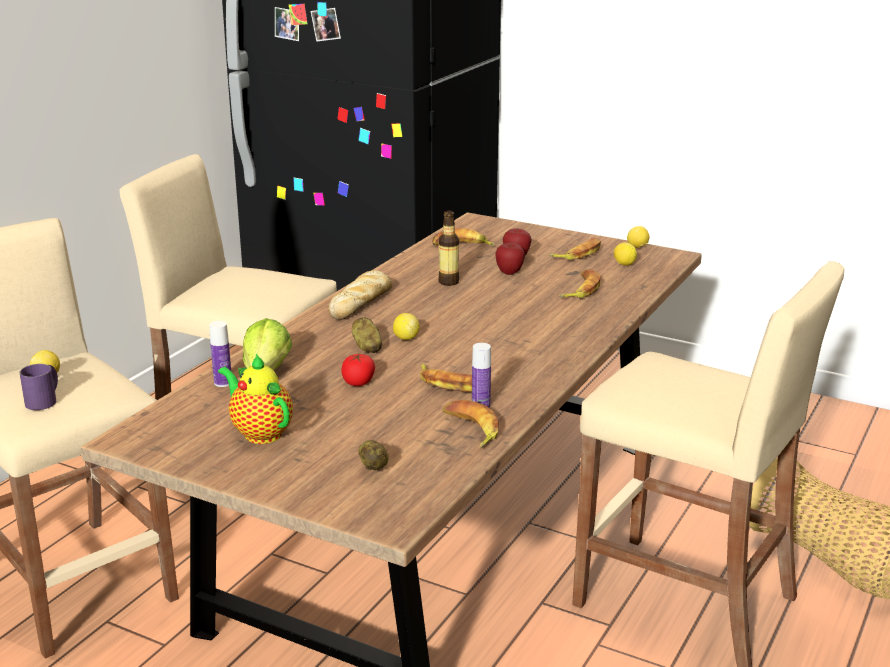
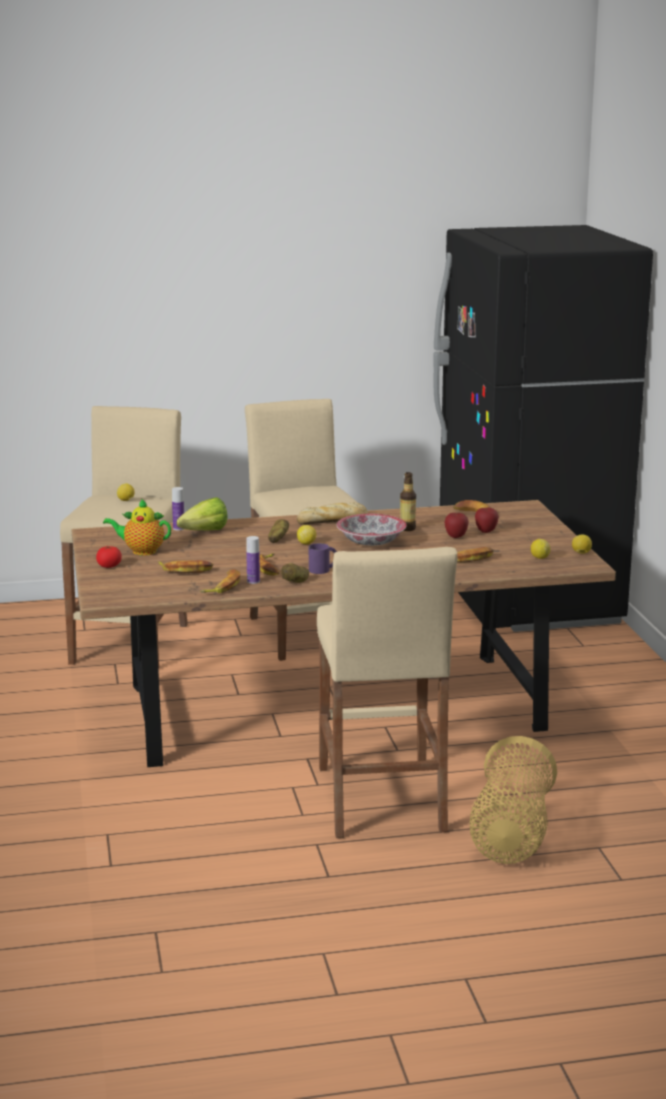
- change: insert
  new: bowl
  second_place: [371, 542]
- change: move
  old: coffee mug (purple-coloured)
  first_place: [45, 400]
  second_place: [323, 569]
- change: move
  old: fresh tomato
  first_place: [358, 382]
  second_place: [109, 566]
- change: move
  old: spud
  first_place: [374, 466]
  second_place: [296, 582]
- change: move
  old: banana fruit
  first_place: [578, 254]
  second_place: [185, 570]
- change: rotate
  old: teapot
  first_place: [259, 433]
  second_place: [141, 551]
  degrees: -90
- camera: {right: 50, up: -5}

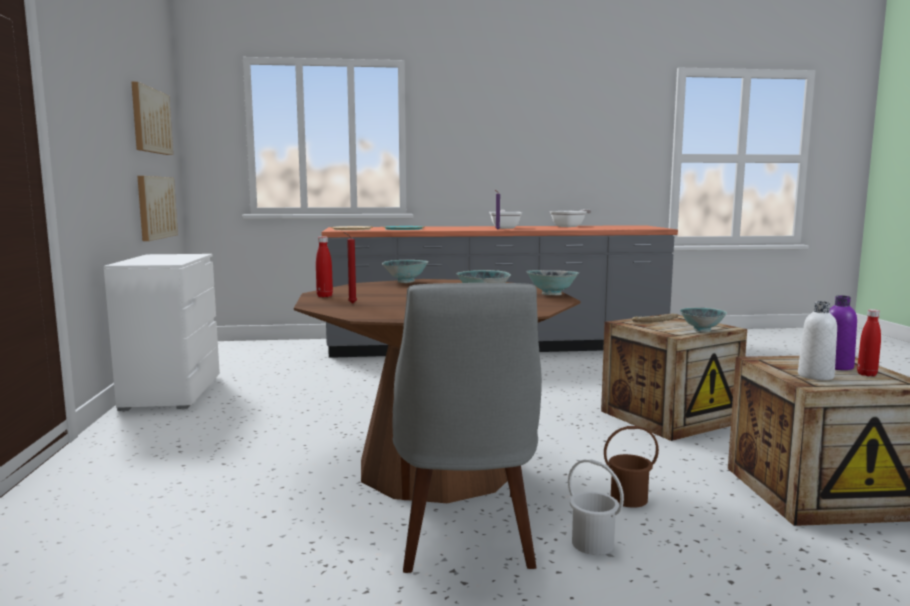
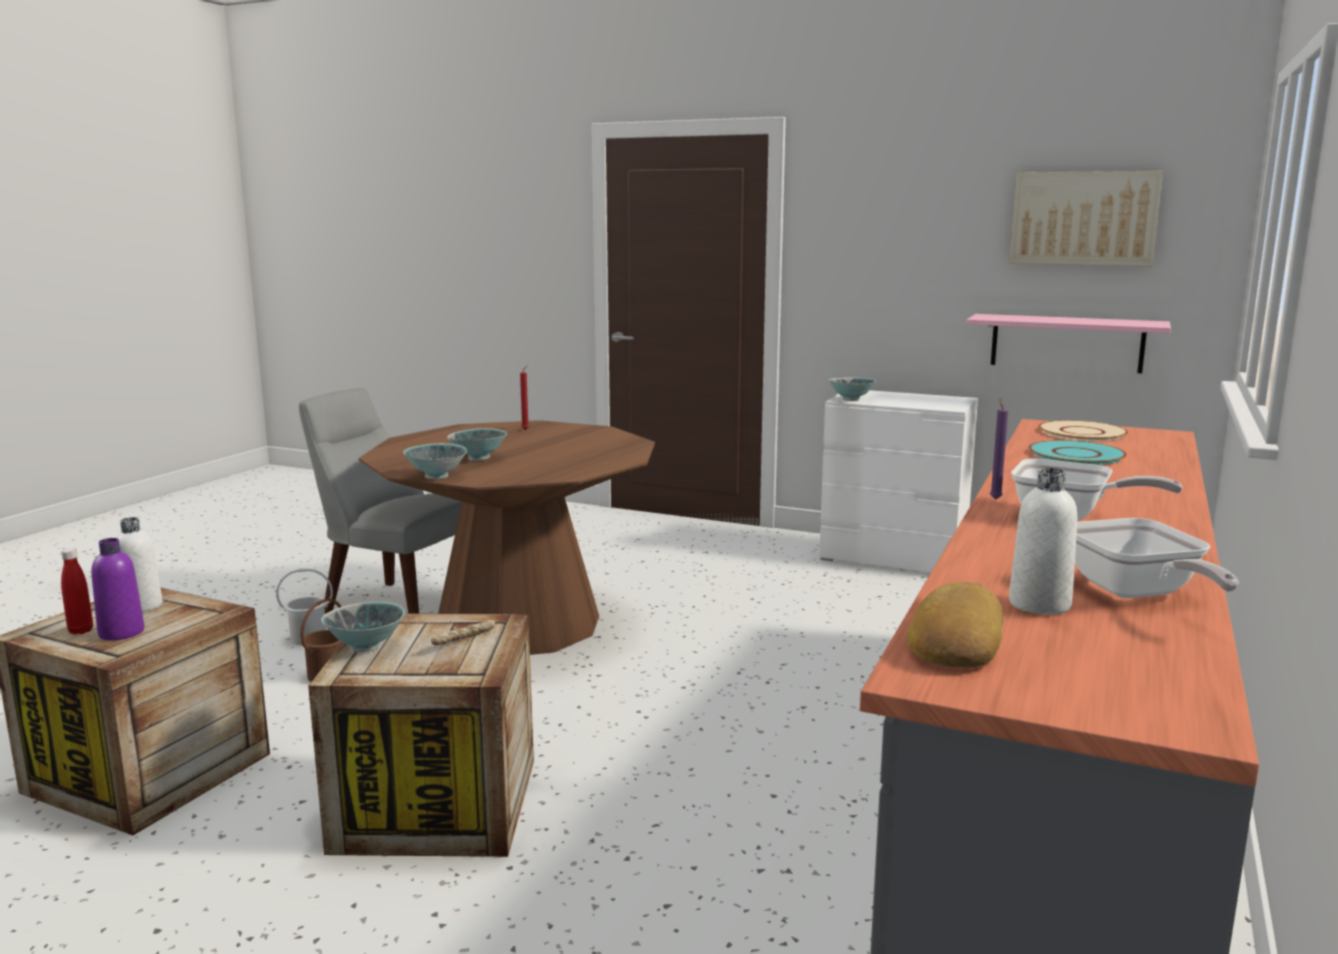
- change: delete
  old: drink bottle (red-coloured)
  first_place: [324, 296]
- change: insert
  new: bread
  second_place: [954, 639]
- change: insert
  new: drink bottle (white-coloured)
  second_place: [1039, 604]
- change: move
  old: bowl
  first_place: [405, 282]
  second_place: [851, 400]
- change: replace
  old: wall picture
  new: bracket shelf (pink)
  first_place: [156, 207]
  second_place: [1066, 343]
- camera: {right: 120, up: 5}

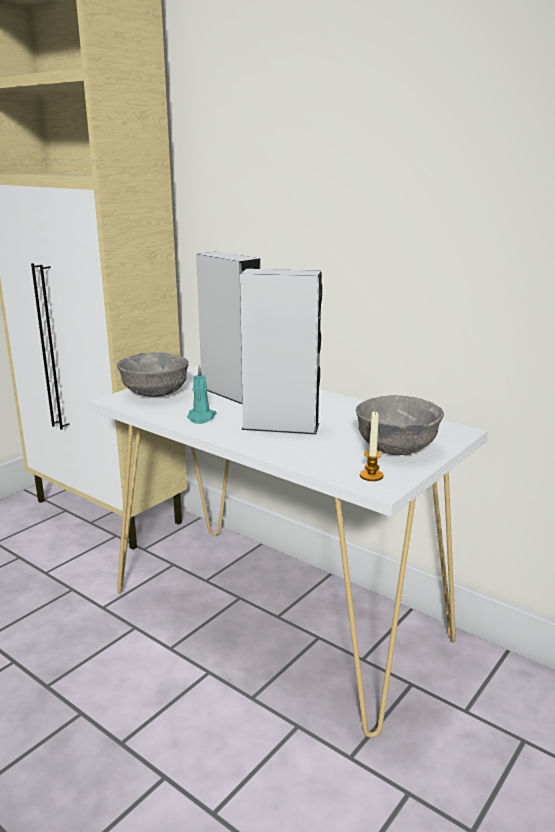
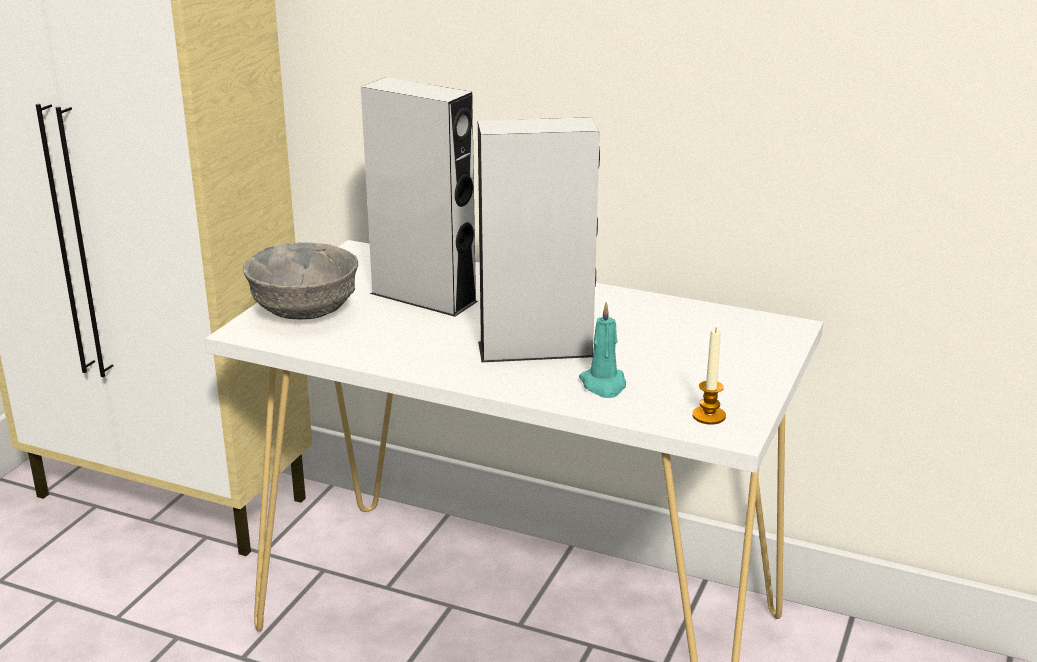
- change: delete
  old: bowl (grey)
  first_place: [397, 448]
- change: move
  old: wax light (turquoise-coloured)
  first_place: [201, 418]
  second_place: [603, 385]
- camera: {right: -15, up: 5}

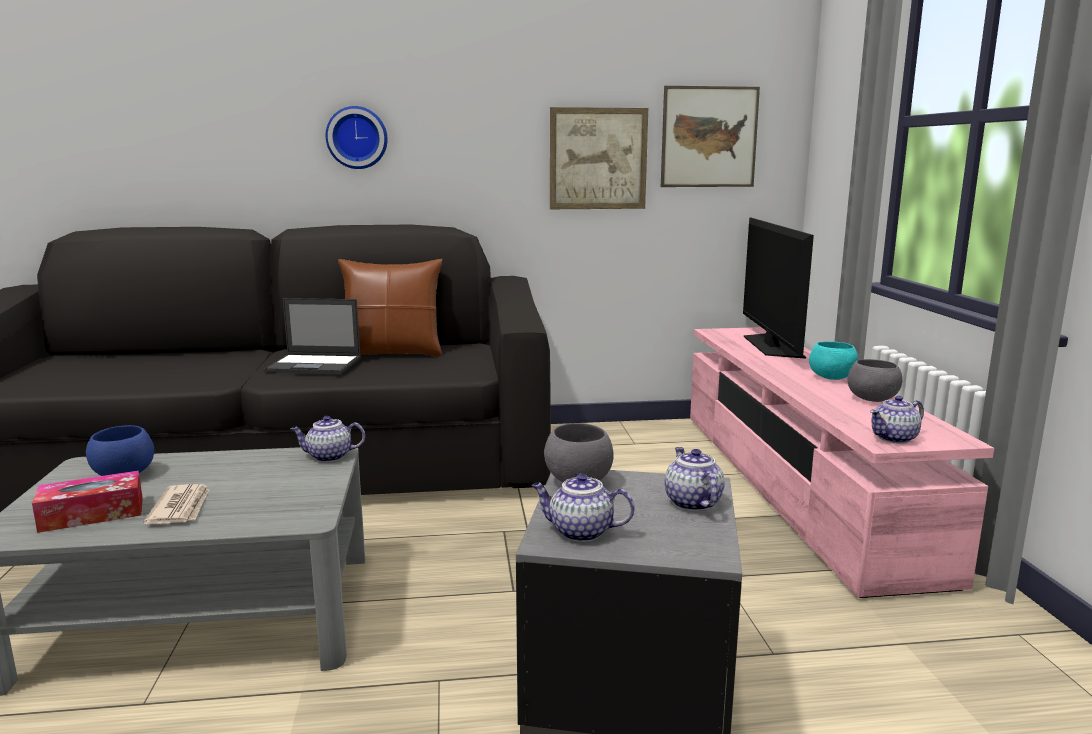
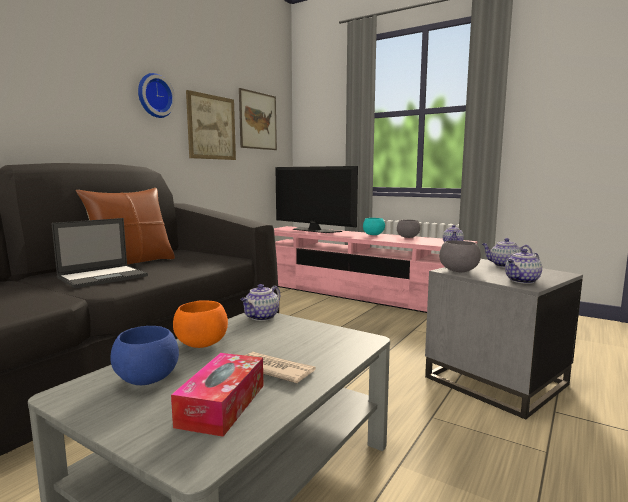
- change: insert
  new: bowl (orange-coloured)
  second_place: [202, 344]
- change: move
  old: hanging clock
  first_place: [357, 138]
  second_place: [154, 96]
- camera: {right: -50, up: -5}

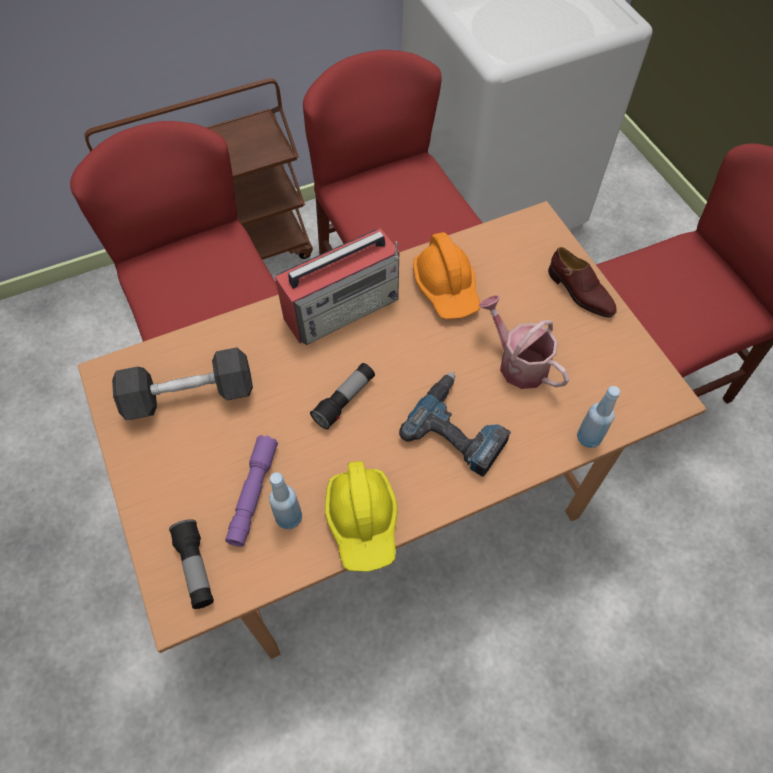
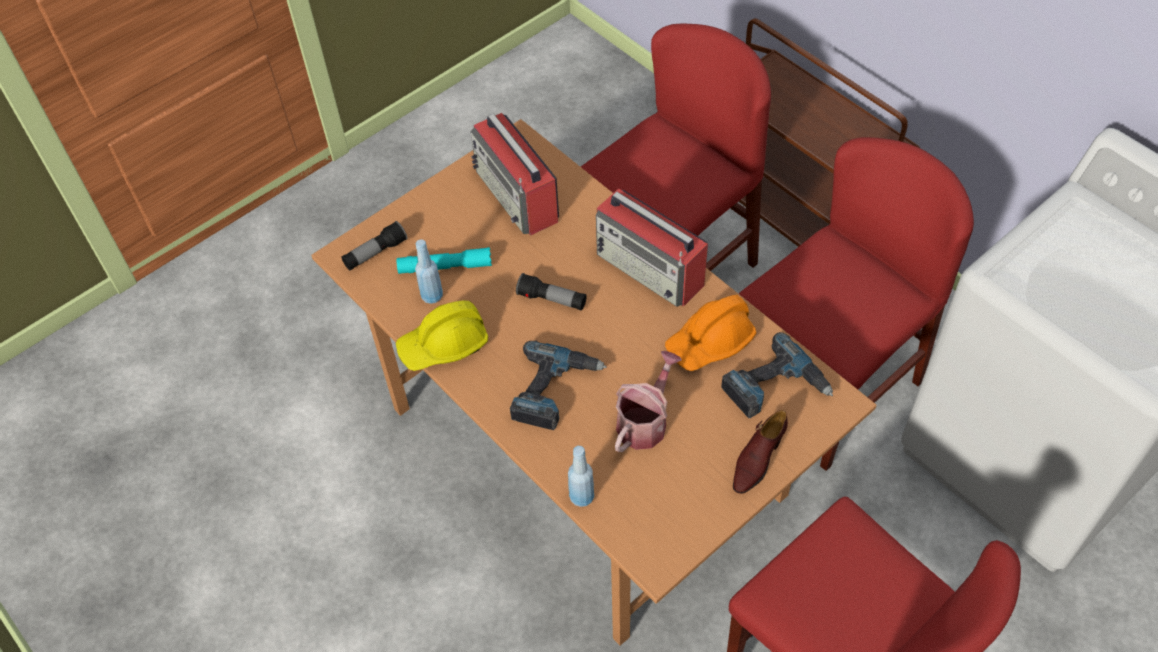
- change: insert
  new: power drill
  second_place: [775, 387]
- change: replace
  old: dumbbell (grey)
  new: radio set
  first_place: [189, 395]
  second_place: [518, 196]
- change: recolor
  old: hand torch (purple-coloured)
  new: hand torch (turquoise-coloured)
  first_place: [253, 494]
  second_place: [445, 267]
- camera: {right: 75, up: -5}

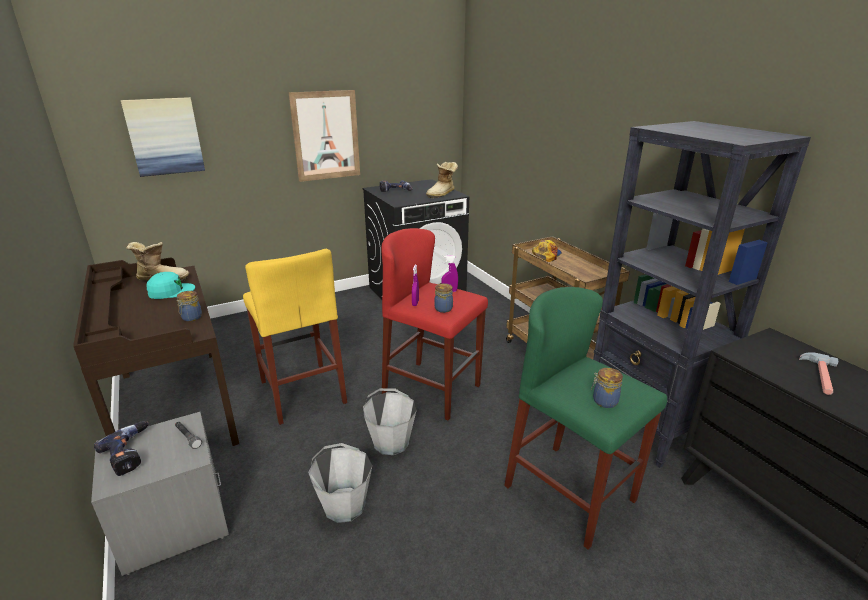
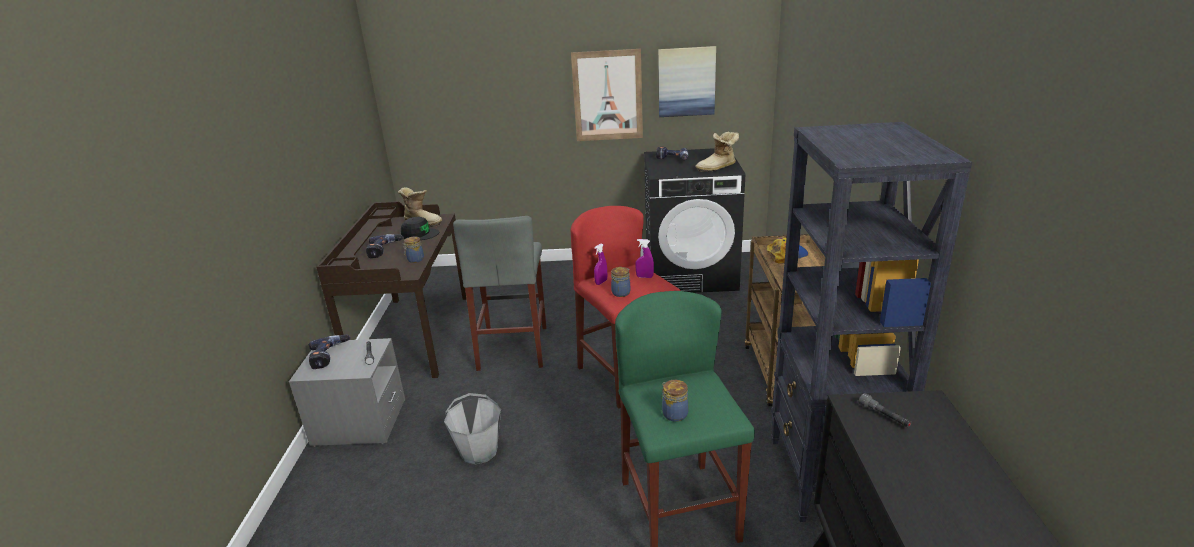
- change: delete
  old: water bucket (grey)
  first_place: [391, 442]
- change: delete
  old: hand hammer
  first_place: [819, 375]
- change: insert
  new: power drill
  second_place: [384, 250]
- change: insert
  new: hand torch (grey)
  second_place: [884, 416]
- change: move
  old: wall picture
  first_place: [164, 136]
  second_place: [686, 82]
- change: recolor
  old: peaked cap (turquoise-coloured)
  new: peaked cap (black-coloured)
  first_place: [171, 291]
  second_place: [420, 234]
- change: recolor
  old: stool (yellow)
  new: stool (grey)
  first_place: [302, 391]
  second_place: [513, 347]
- camera: {right: 30, up: 0}

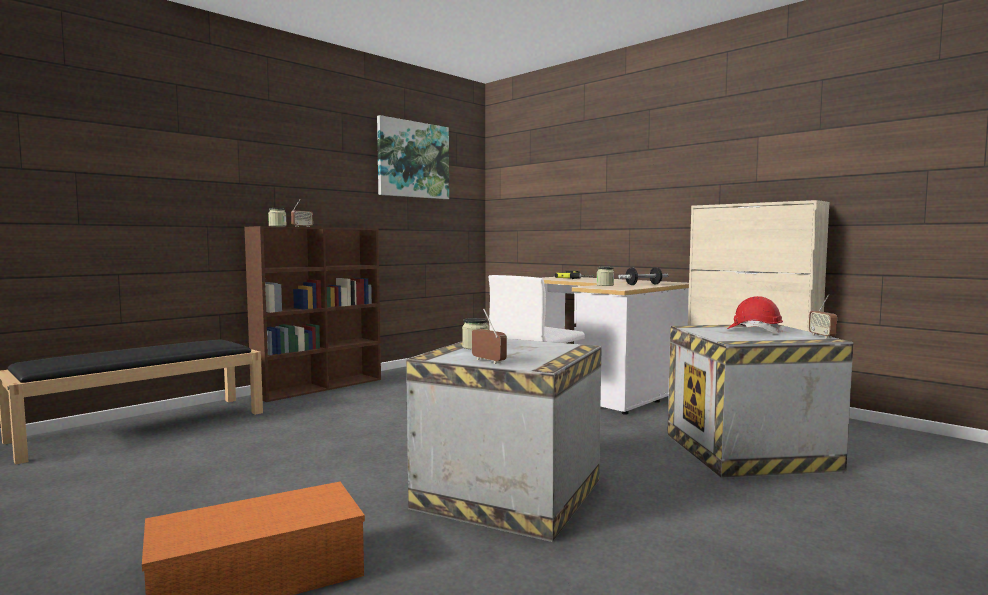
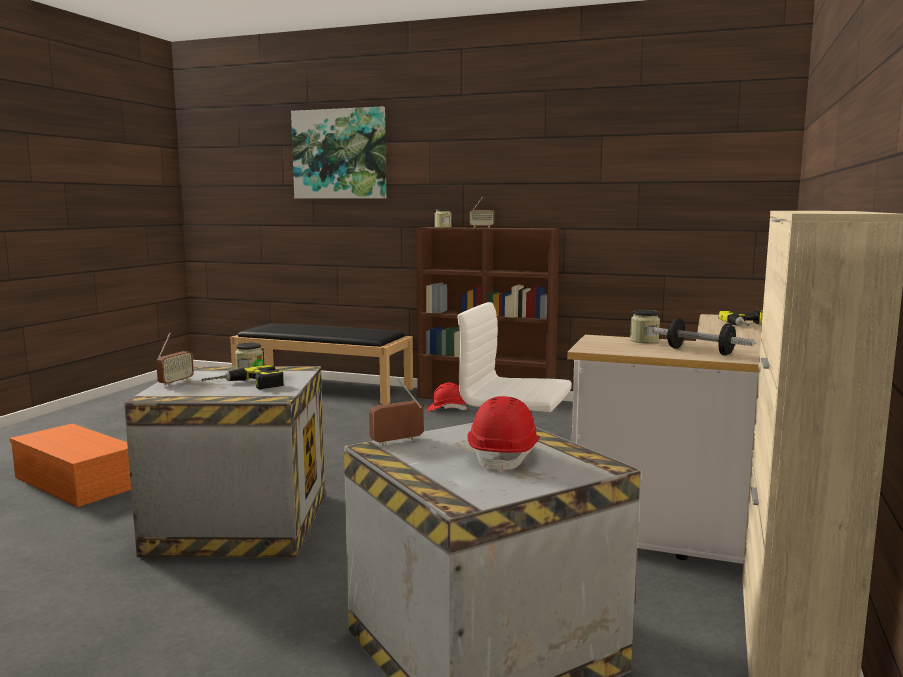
- change: insert
  new: power drill
  second_place: [246, 385]
- change: insert
  new: work helmet (red-coloured)
  second_place: [446, 409]
- change: move
  old: wall picture
  first_place: [413, 160]
  second_place: [339, 154]
- change: move
  old: radio set
  first_place: [822, 336]
  second_place: [397, 441]
- camera: {right: 65, up: 5}

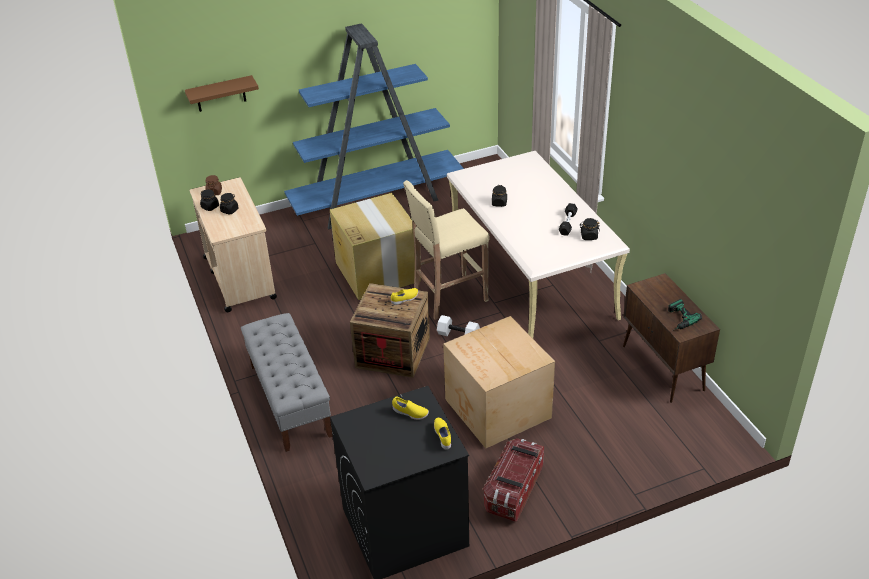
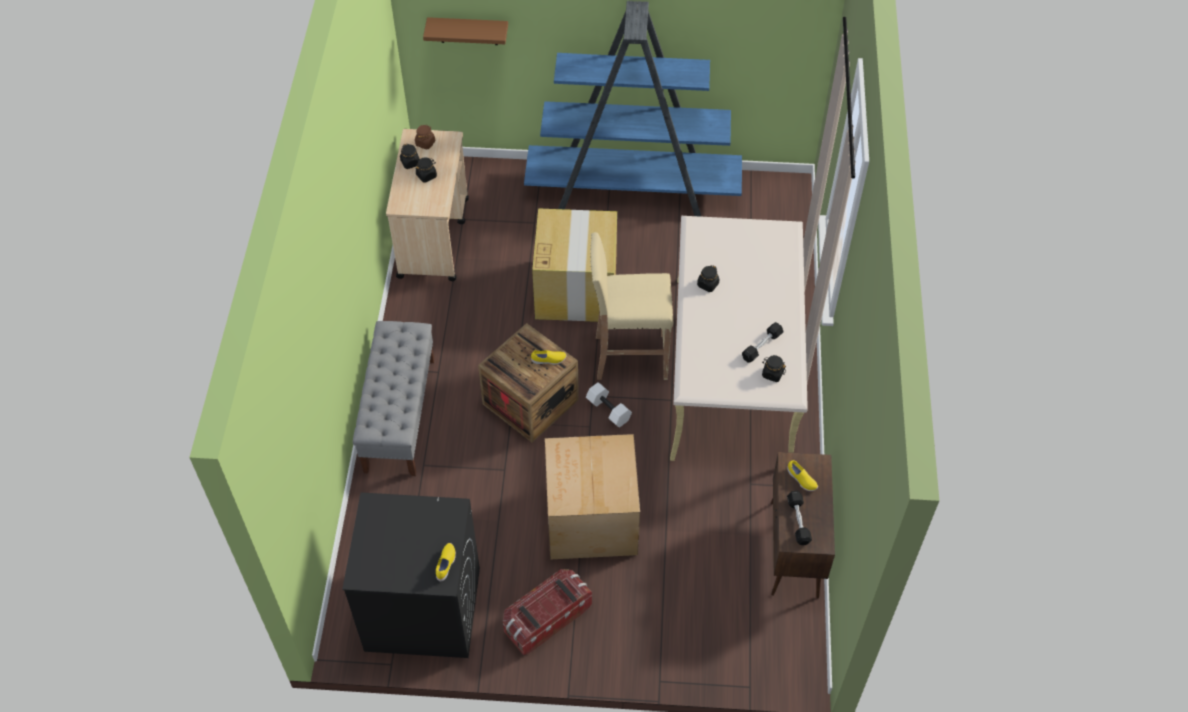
- change: move
  old: low shoe (yellow)
  first_place: [410, 413]
  second_place: [801, 480]
- change: replace
  old: power drill
  new: dumbbell (black-coloured)
  first_place: [677, 319]
  second_place: [798, 521]
- camera: {right: 25, up: 15}

